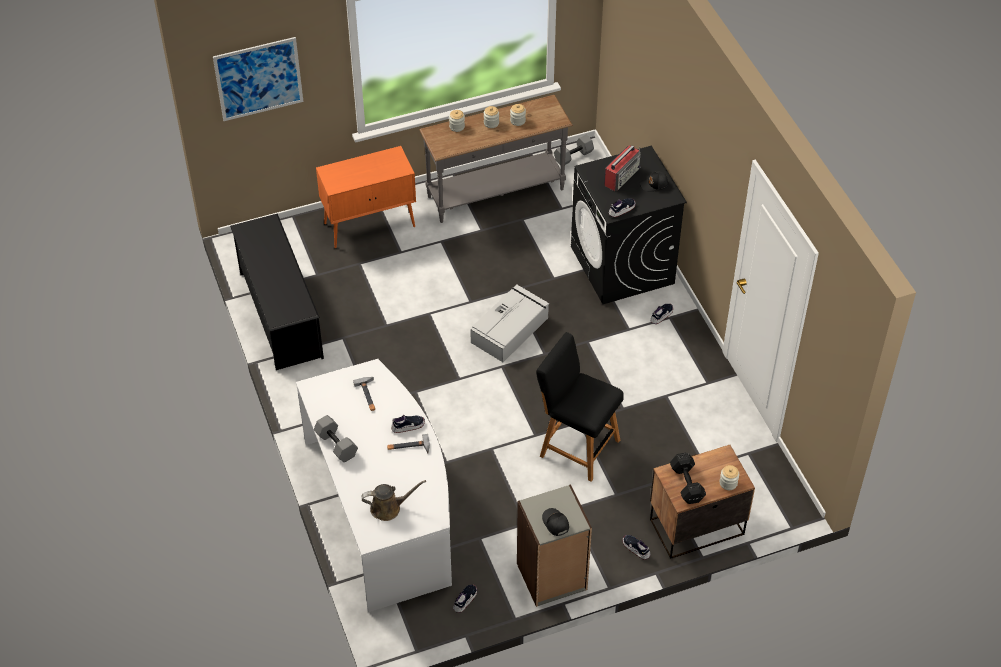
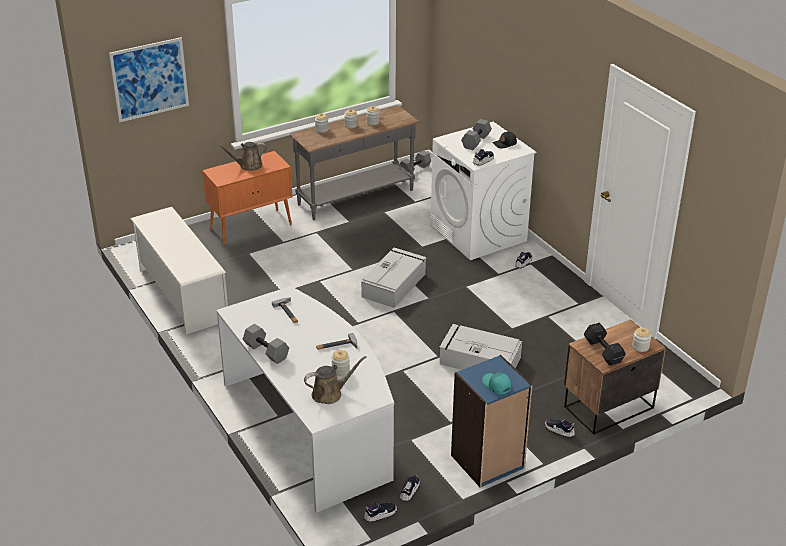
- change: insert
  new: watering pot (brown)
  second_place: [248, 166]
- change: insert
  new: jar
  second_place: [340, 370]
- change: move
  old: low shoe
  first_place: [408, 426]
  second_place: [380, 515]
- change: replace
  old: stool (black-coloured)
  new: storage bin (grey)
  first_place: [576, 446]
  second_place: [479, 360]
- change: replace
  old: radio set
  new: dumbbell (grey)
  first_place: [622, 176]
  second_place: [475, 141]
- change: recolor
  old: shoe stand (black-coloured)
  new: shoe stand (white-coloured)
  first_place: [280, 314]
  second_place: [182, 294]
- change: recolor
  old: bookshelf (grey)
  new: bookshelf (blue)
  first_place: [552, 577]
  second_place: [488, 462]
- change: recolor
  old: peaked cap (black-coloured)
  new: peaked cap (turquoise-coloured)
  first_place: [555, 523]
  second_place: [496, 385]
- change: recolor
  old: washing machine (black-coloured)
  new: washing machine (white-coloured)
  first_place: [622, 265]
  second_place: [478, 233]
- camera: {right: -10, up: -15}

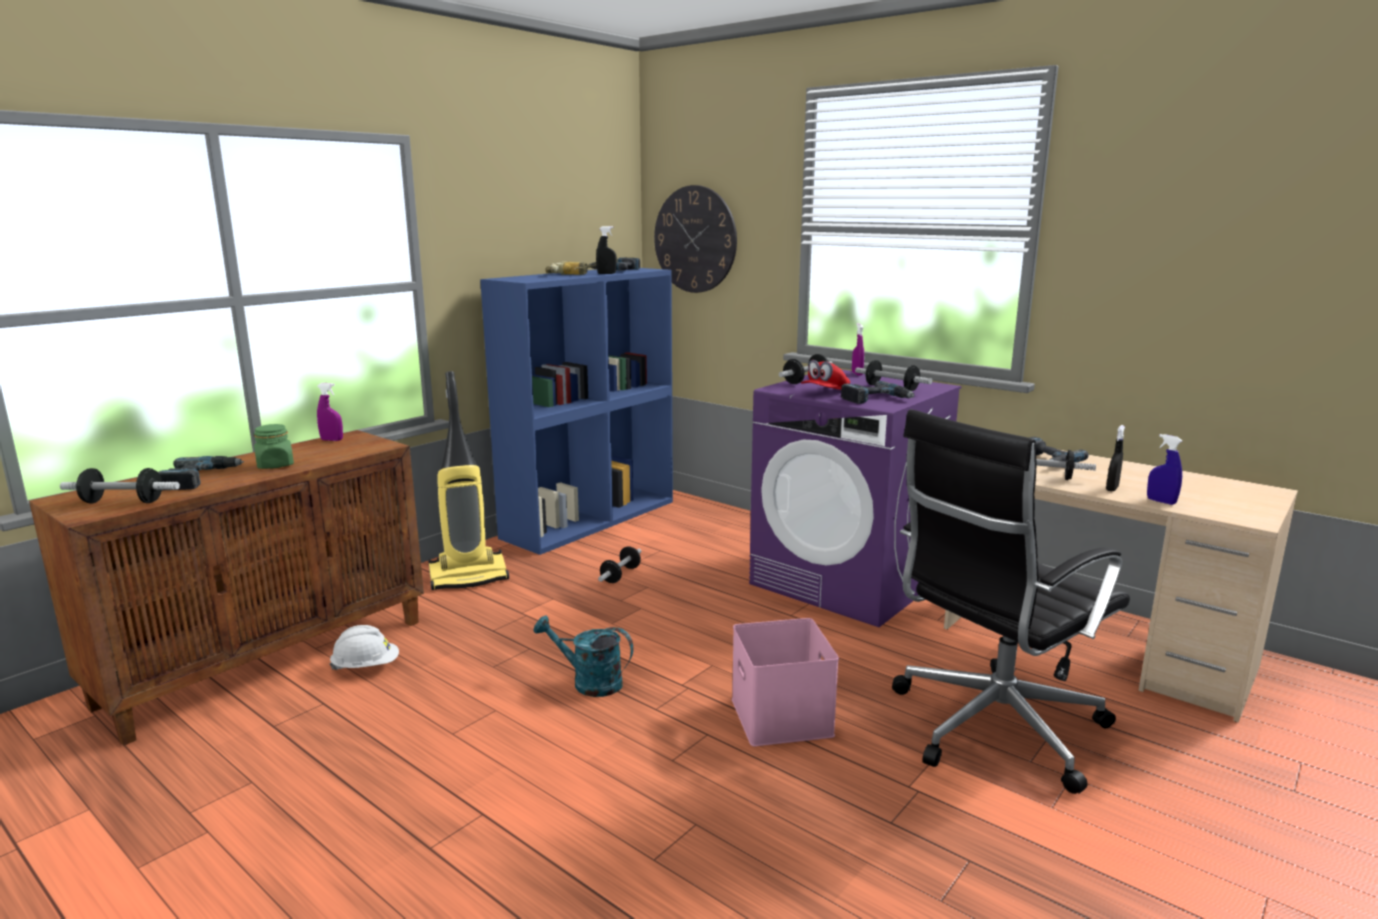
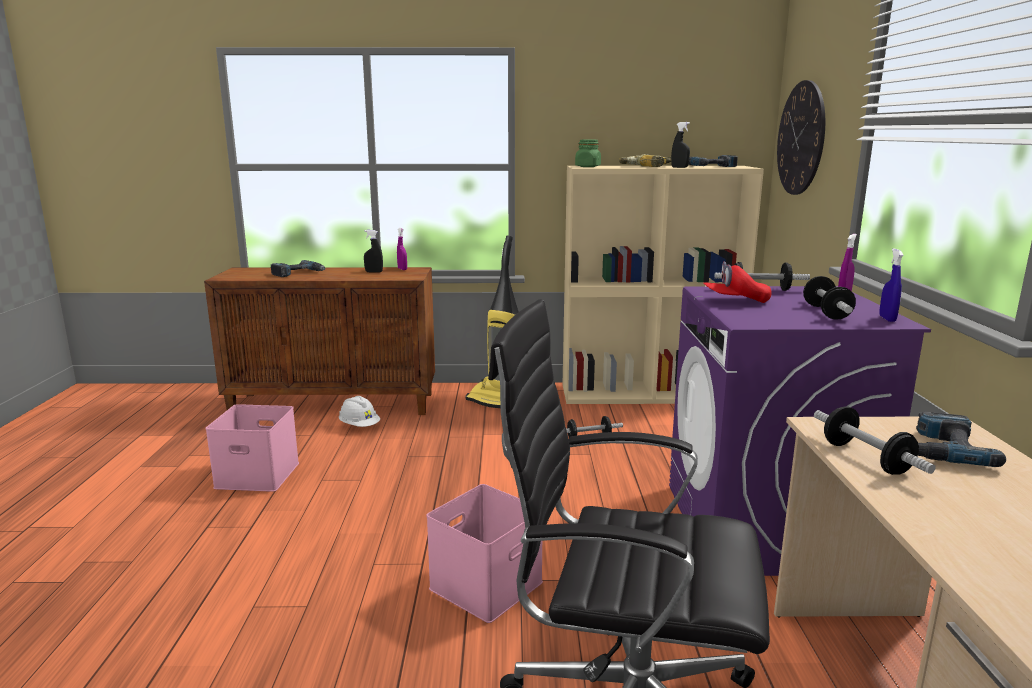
- change: delete
  old: dumbbell
  first_place: [123, 502]
- change: delete
  old: watering pot (turquoise-coloured)
  first_place: [589, 682]
- change: delete
  old: power drill
  first_place: [876, 399]
- change: insert
  new: storage bin (pink)
  second_place: [259, 474]
- change: move
  old: jar (green-coloured)
  first_place: [275, 465]
  second_place: [587, 166]
- change: move
  old: hand sprayer (black-coloured)
  first_place: [1112, 489]
  second_place: [374, 272]
- change: move
  old: hand sprayer (blue)
  first_place: [1161, 501]
  second_place: [887, 319]
- change: recolor
  old: bookshelf (blue)
  new: bookshelf (sand-coloured)
  first_place: [590, 518]
  second_place: [649, 393]
- camera: {right: 50, up: 0}

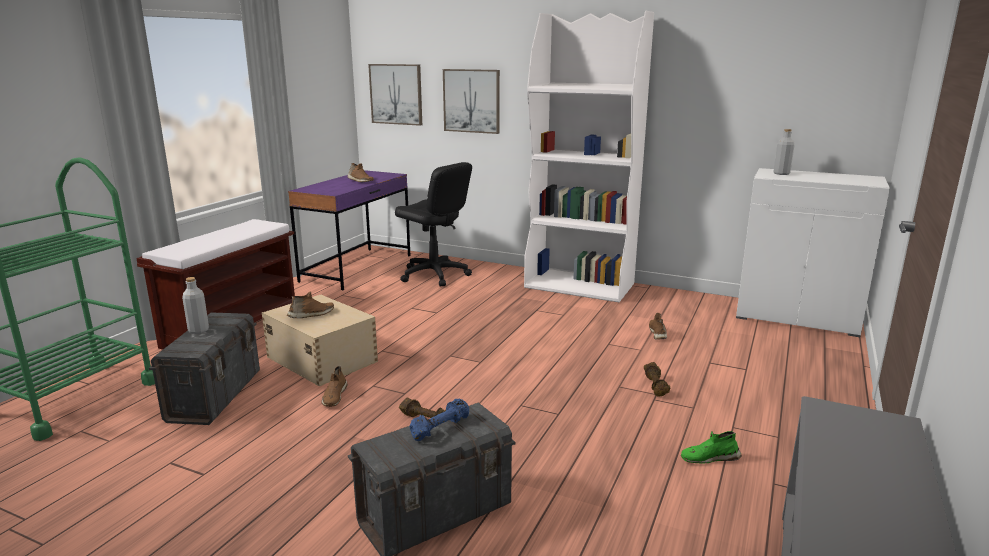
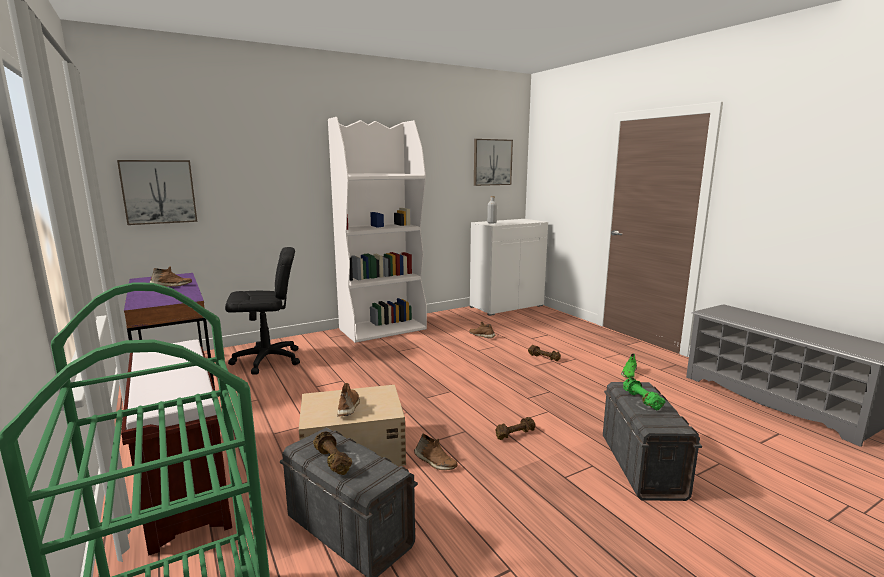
- change: move
  old: wall picture
  first_place: [472, 101]
  second_place: [492, 162]
- change: replace
  old: drink bottle (grey)
  new: dumbbell (brown)
  first_place: [198, 330]
  second_place: [332, 461]
- change: recolor
  old: dumbbell (blue)
  new: dumbbell (green-coloured)
  first_place: [439, 428]
  second_place: [641, 400]
- camera: {right: -55, up: -5}

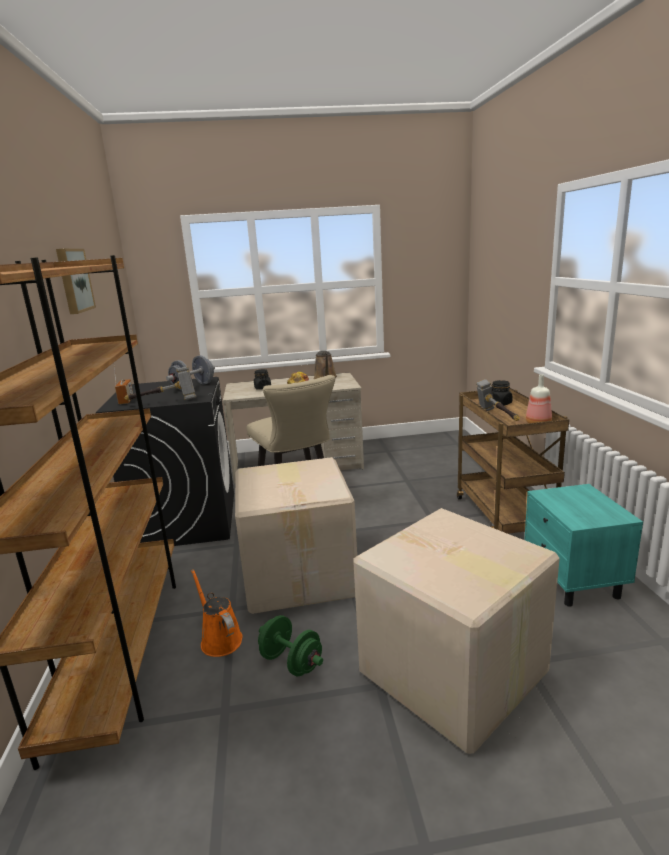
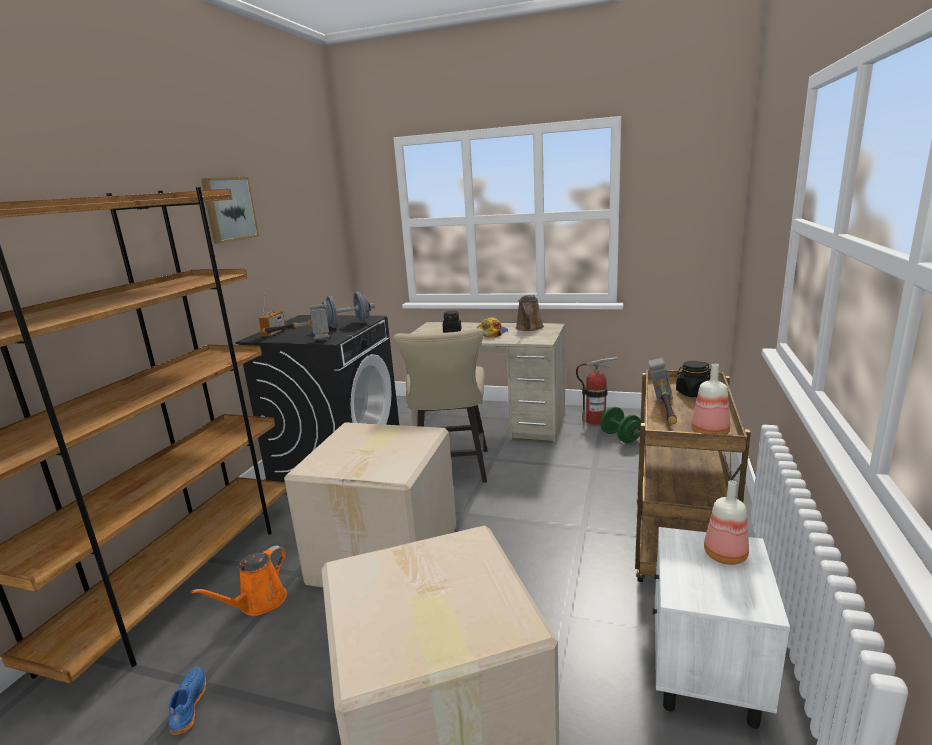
- change: insert
  new: low shoe (blue)
  second_place: [187, 705]
- change: insert
  new: fire-fighting cylinder
  second_place: [595, 421]
- change: insert
  new: drink bottle
  second_place: [726, 556]
- change: move
  old: dumbbell (green-coloured)
  first_place: [291, 662]
  second_place: [620, 437]
- change: recolor
  old: night table (turquoise-coloured)
  new: night table (white-coloured)
  first_place: [573, 581]
  second_place: [705, 674]
- change: rotate
  old: watering pot (orange-coloured)
  first_place: [219, 639]
  second_place: [259, 603]
  degrees: -135
- camera: {right: 25, up: 0}

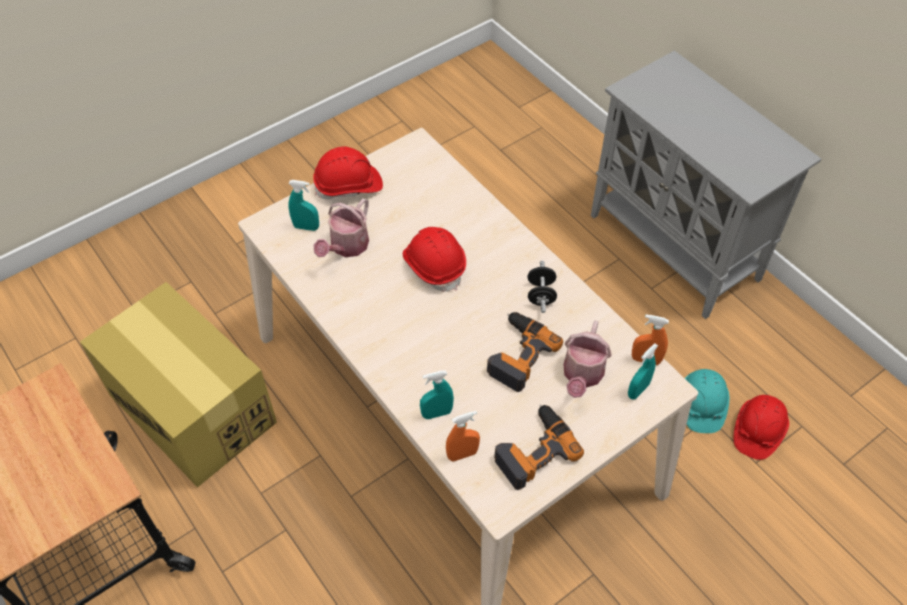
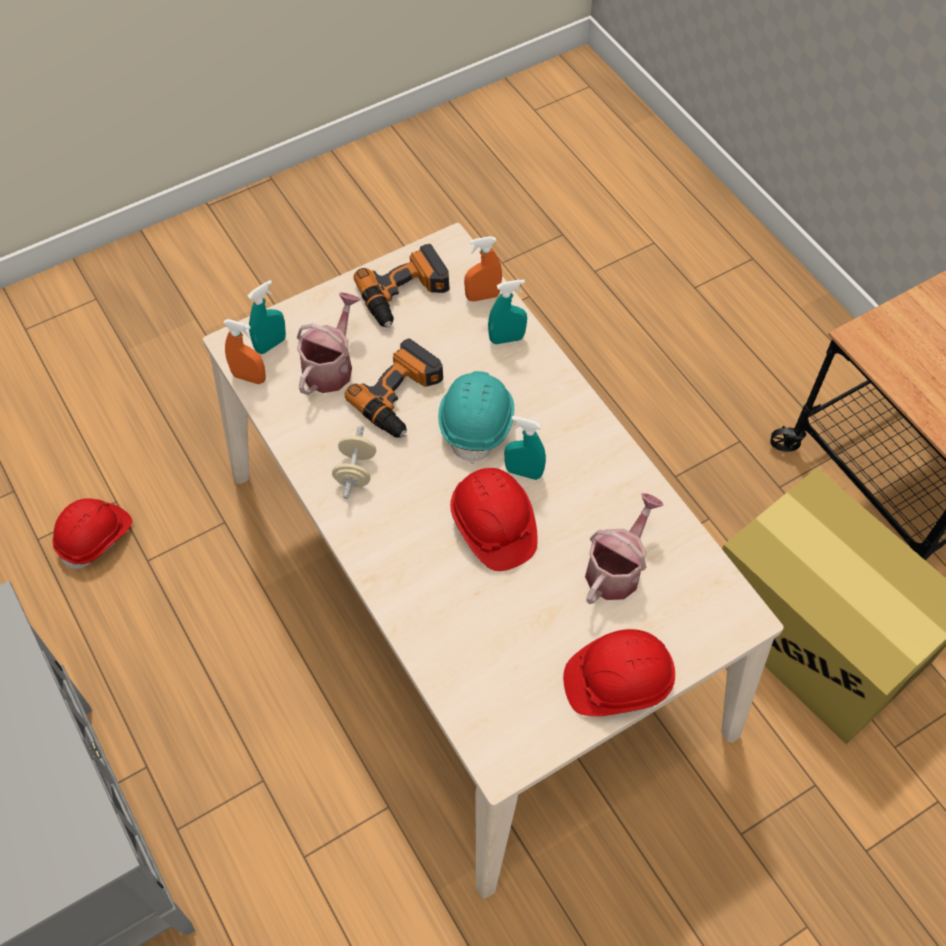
- change: move
  old: hand sprayer (turquoise-coloured)
  first_place: [306, 227]
  second_place: [523, 472]
- change: move
  old: work helmet (turquoise-coloured)
  first_place: [701, 406]
  second_place: [477, 422]
- change: recolor
  old: dumbbell (black-coloured)
  new: dumbbell (sand-coloured)
  first_place: [541, 294]
  second_place: [355, 471]
- camera: {right: -175, up: 5}

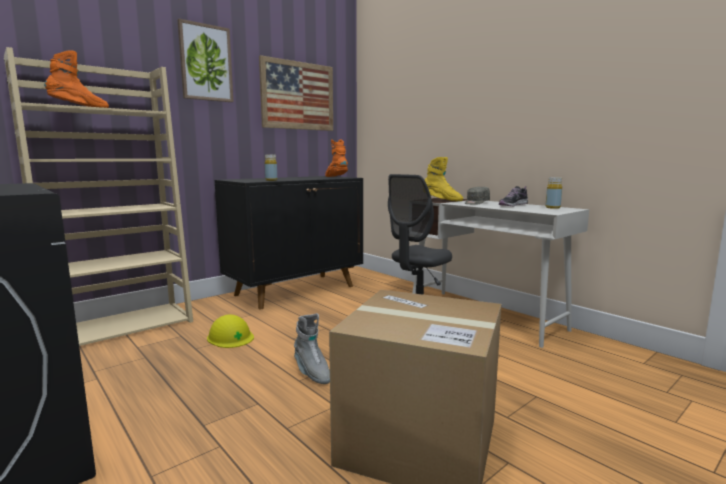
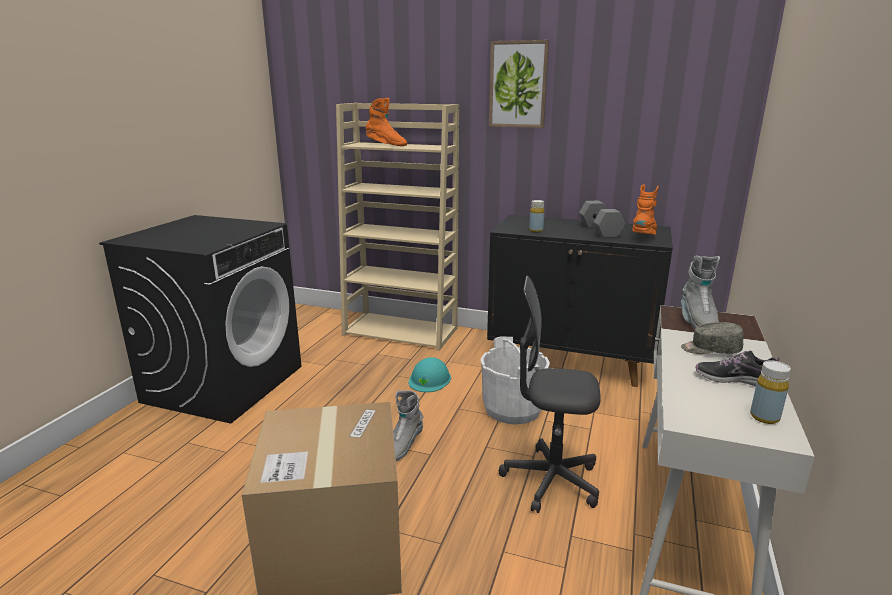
- change: delete
  old: wall picture
  first_place: [298, 96]
- change: insert
  new: water bucket (white-coloured)
  second_place: [512, 409]
- change: insert
  new: dumbbell (grey)
  second_place: [601, 230]
- change: recolor
  old: work helmet (yellow)
  new: work helmet (turquoise-coloured)
  first_place: [230, 337]
  second_place: [429, 379]
- change: recolor
  old: high-top boot (yellow)
  new: high-top boot (grey)
  first_place: [442, 200]
  second_place: [697, 323]
- camera: {right: 60, up: 10}

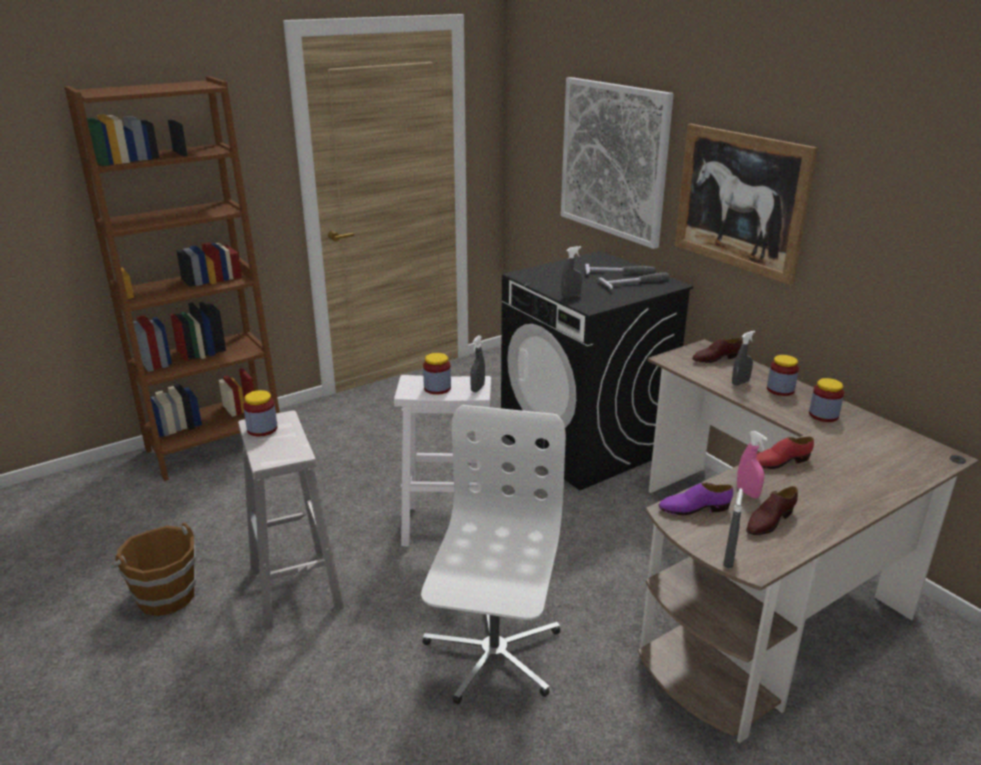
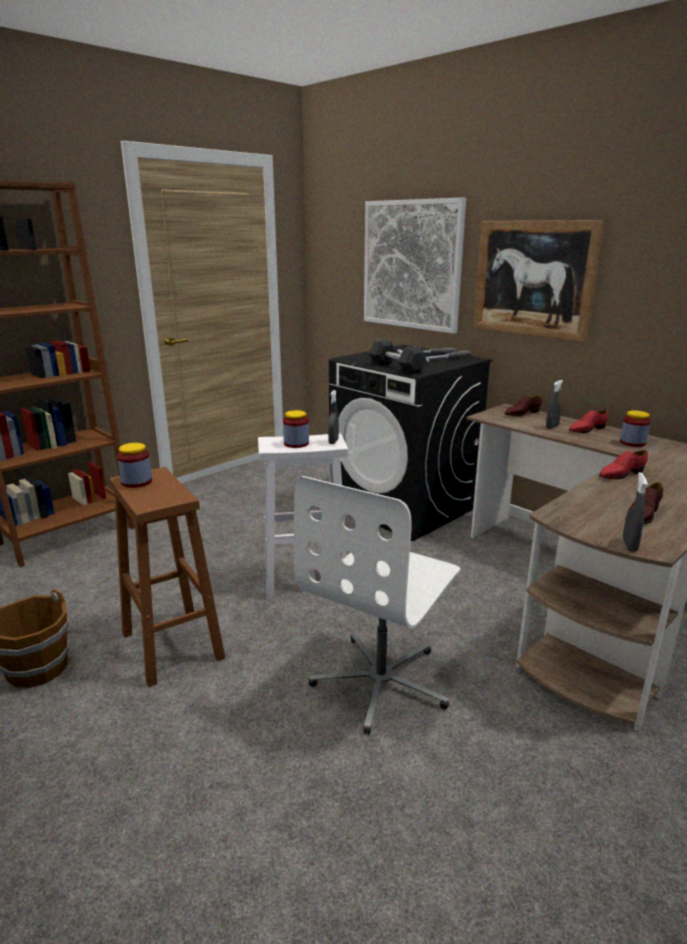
- change: delete
  old: low shoe (purple-coloured)
  first_place: [694, 508]
- change: delete
  old: hand sprayer (pink)
  first_place: [747, 492]
- change: replace
  old: hand sprayer (grey)
  new: dumbbell (grey)
  first_place: [571, 296]
  second_place: [396, 368]
- change: replace
  old: jar
  new: low shoe (red-coloured)
  first_place: [780, 390]
  second_place: [587, 429]
- change: recolor
  old: stool (white-coloured)
  new: stool (brown)
  first_place: [296, 589]
  second_place: [173, 646]
- change: rotate
  old: computer chair (white-coloured)
  first_place: [492, 654]
  second_place: [382, 682]
  degrees: -150
- camera: {right: -10, up: -5}

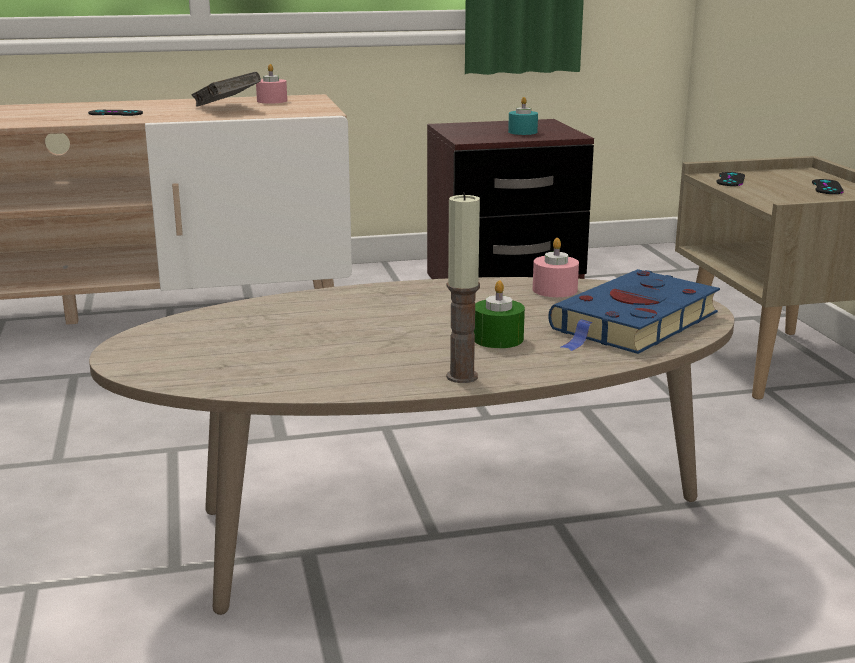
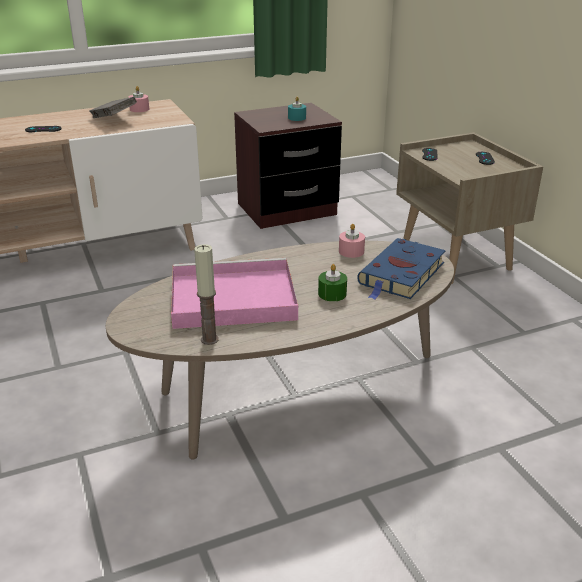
- change: insert
  new: carrying tray (pink)
  second_place: [230, 299]
- change: move
  old: wax light
  first_place: [462, 376]
  second_place: [209, 339]
- camera: {right: -10, up: 10}

